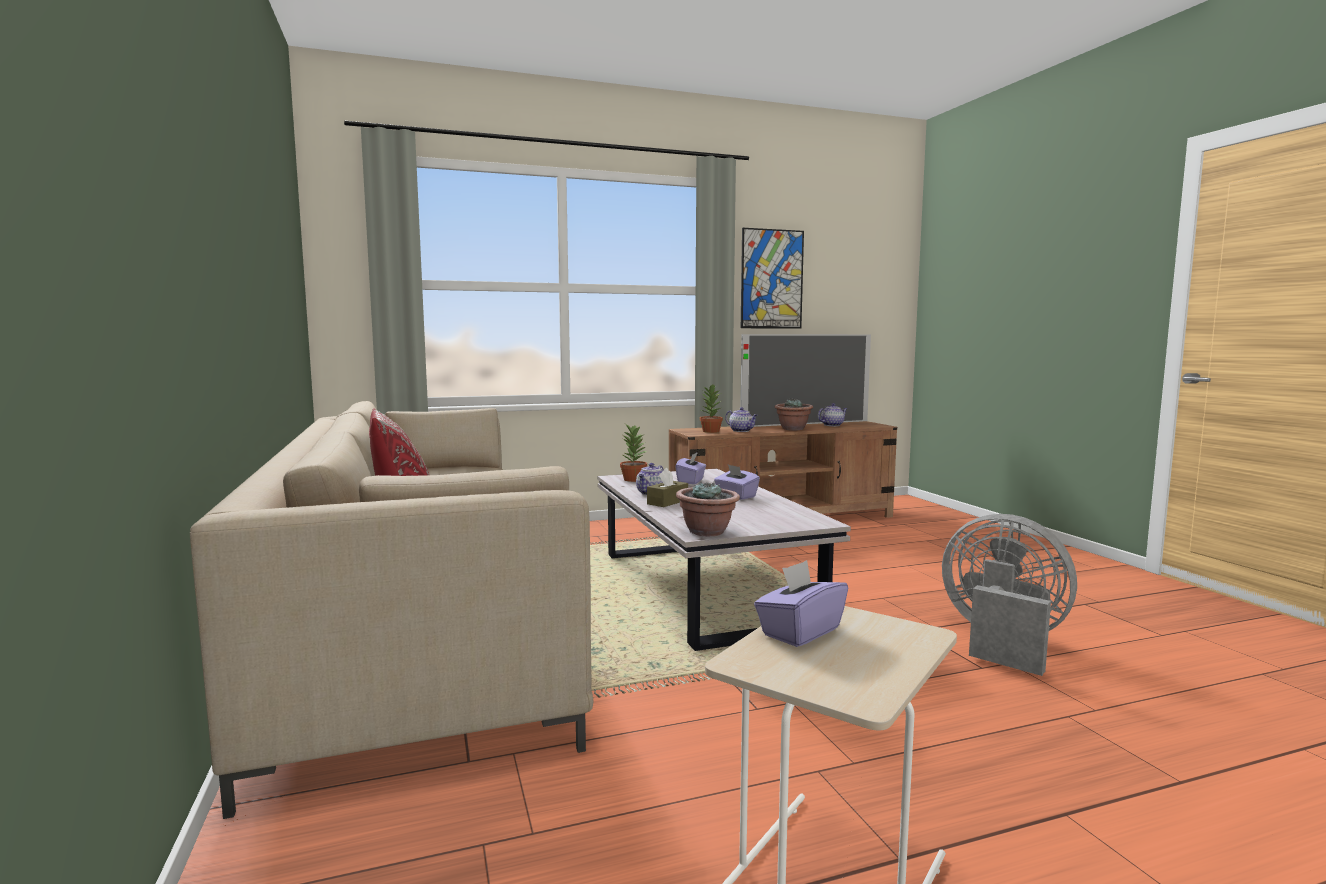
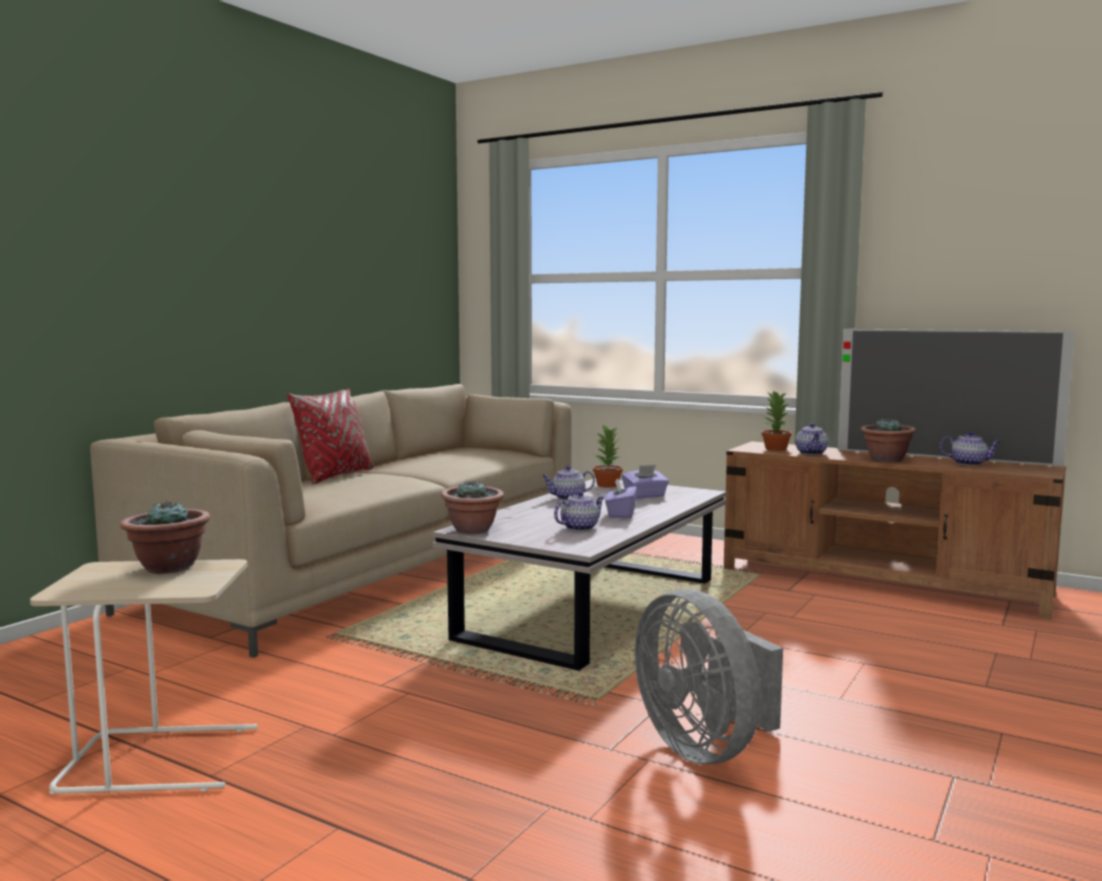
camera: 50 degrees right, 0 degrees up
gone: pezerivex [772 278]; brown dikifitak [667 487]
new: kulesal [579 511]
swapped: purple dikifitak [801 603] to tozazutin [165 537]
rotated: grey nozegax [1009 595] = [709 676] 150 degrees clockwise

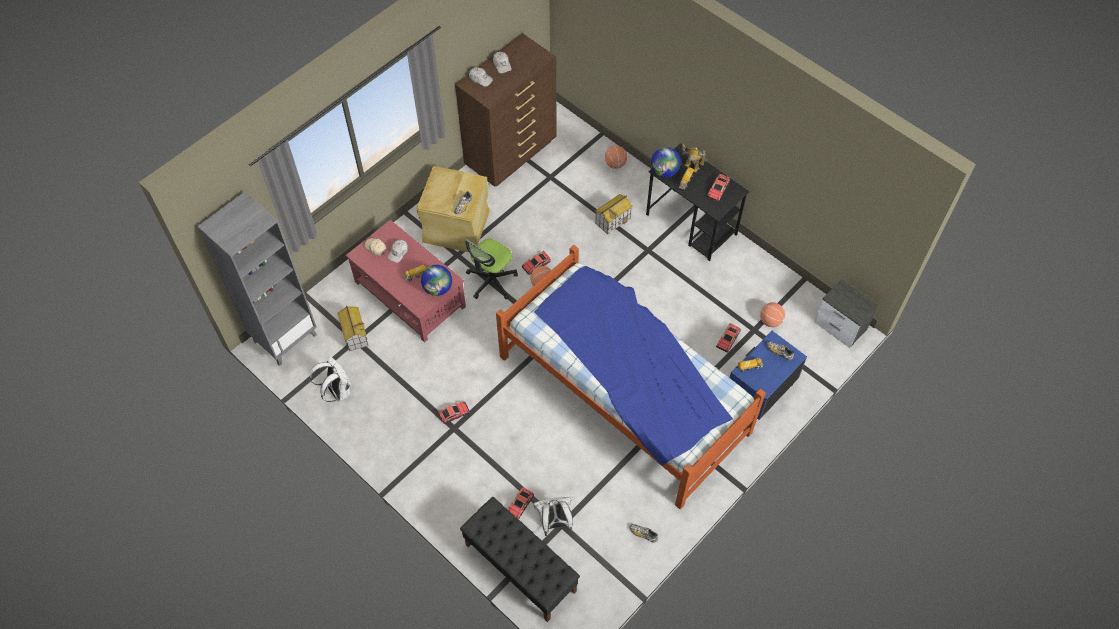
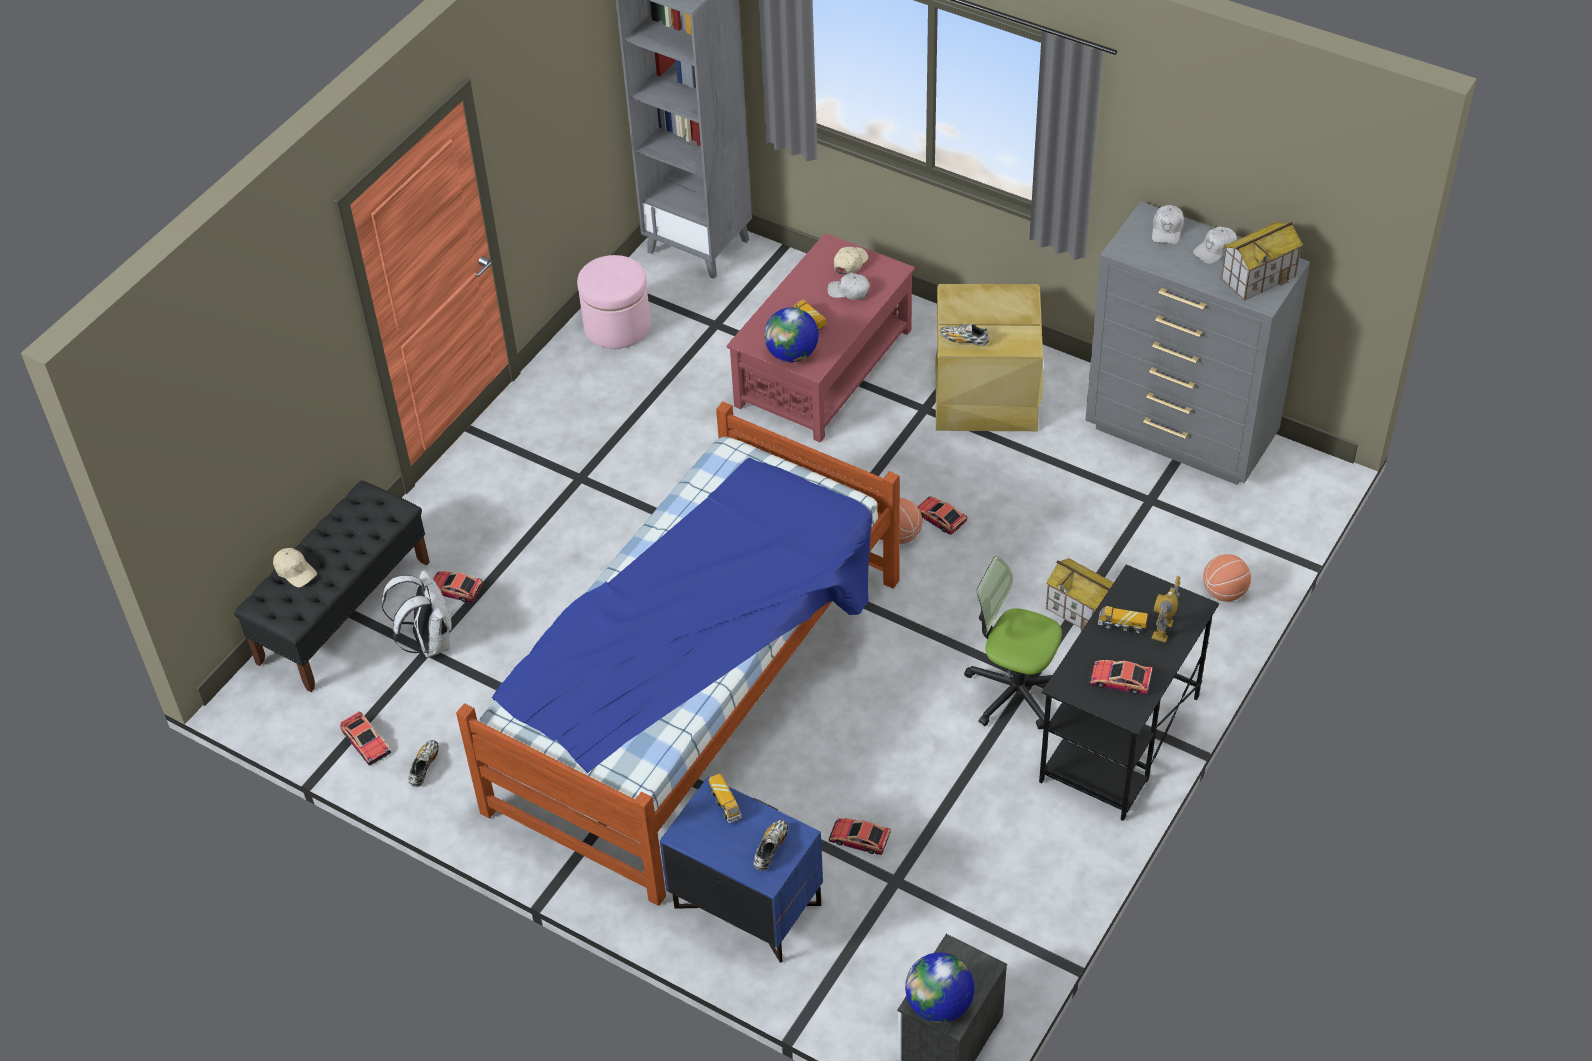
camera: 80 degrees right, 10 degrees down
gone: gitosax [772 314]
new: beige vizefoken [295 567]
shifted: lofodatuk [666 162] to [940 987]; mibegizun [491 269] to [1013 642]; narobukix [352 328] to [1262 261]; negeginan [454 413] to [365 738]
swapped: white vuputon [330 379] to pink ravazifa [614 302]
repainted: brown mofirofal [505 110] to grey mofirofal [1197 343]

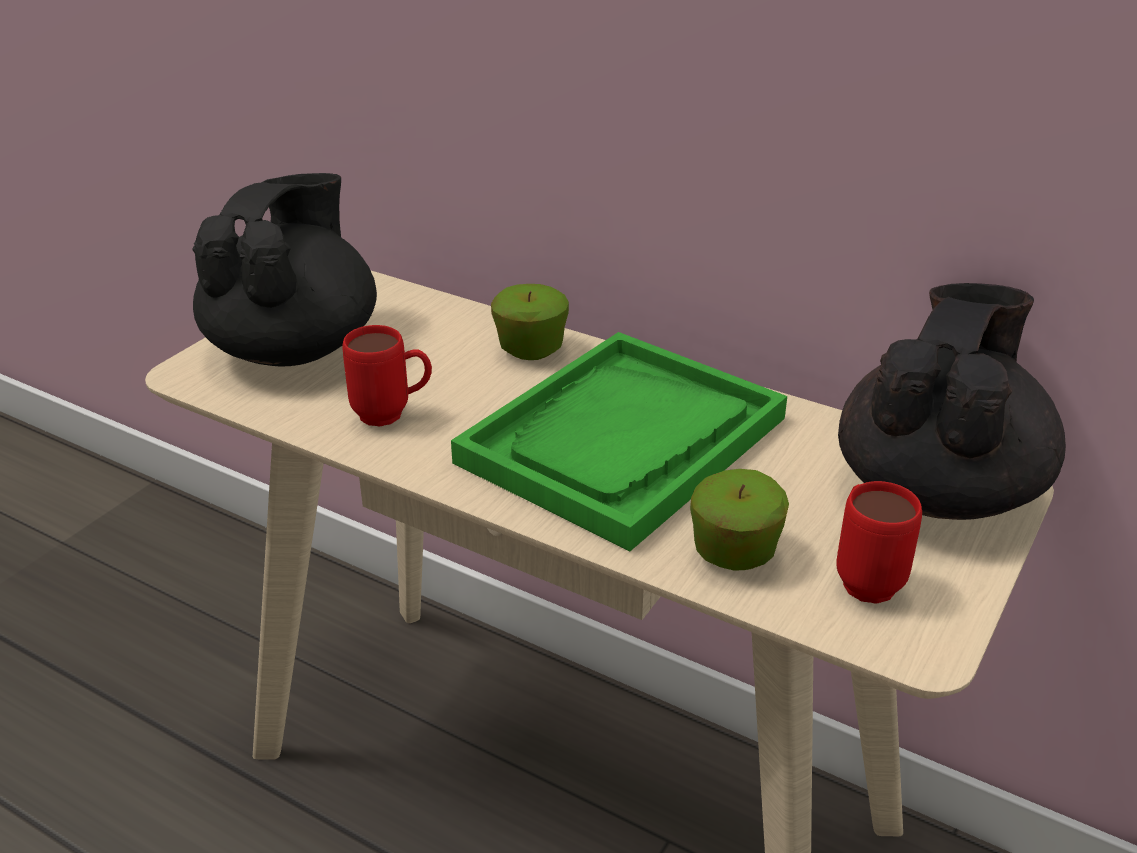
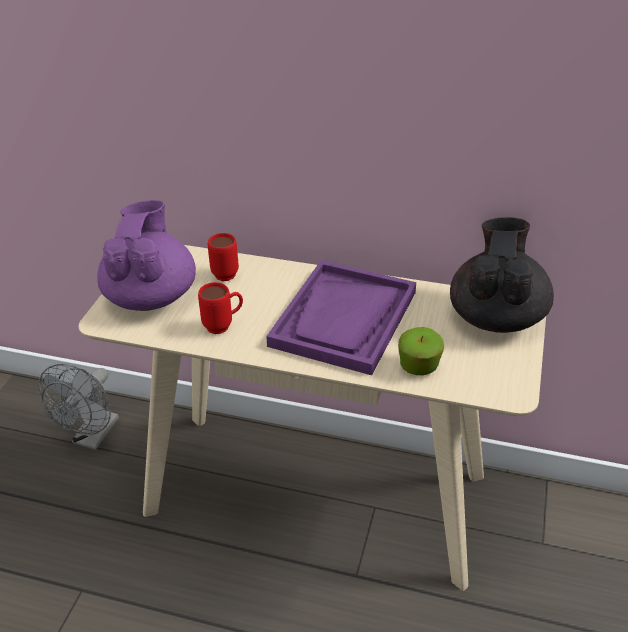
camera: 15 degrees left, 5 degrees up
gone: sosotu [530 322]
new: grey nozegax [78 407]
shifted: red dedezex [879 542] to [223 257]
repainted: black kulesal [284 270] to purple kulesal [146 255]; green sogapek [619 441] to purple sogapek [341 317]

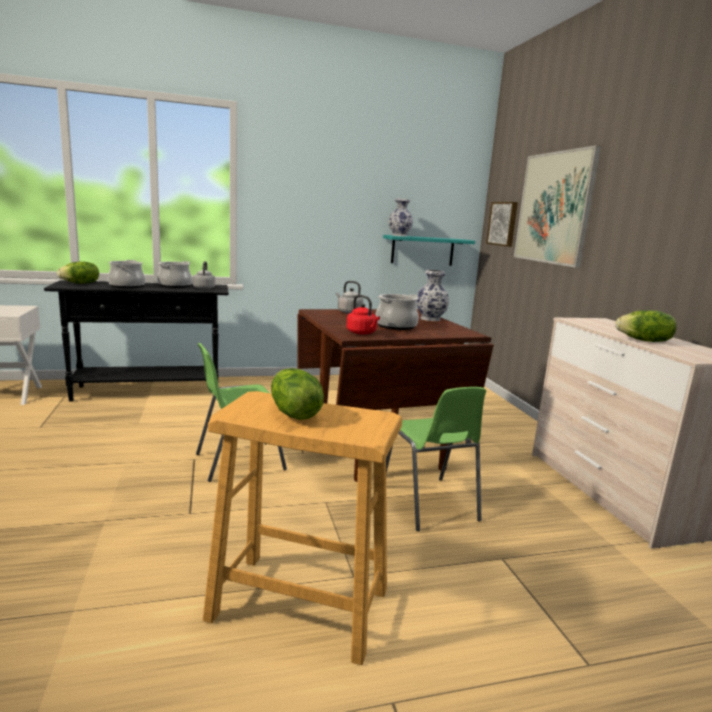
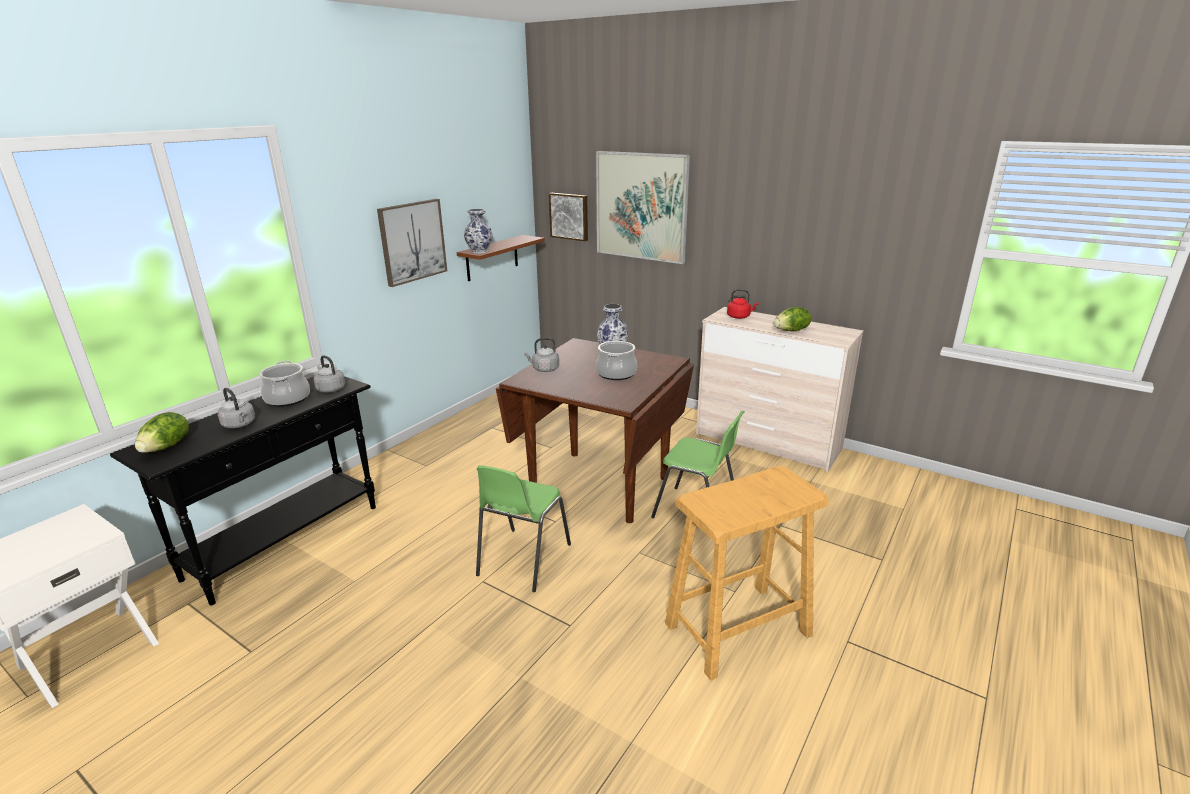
camera: 40 degrees left, 10 degrees up
gone: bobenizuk [297 394]
new: pezerivex [412 243]
shifted: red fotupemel [363 315] to [743 304]
swapped: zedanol [126 274] to grey fotupemel [236 408]
repainted: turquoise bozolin [429 250] to brown bozolin [501 258]

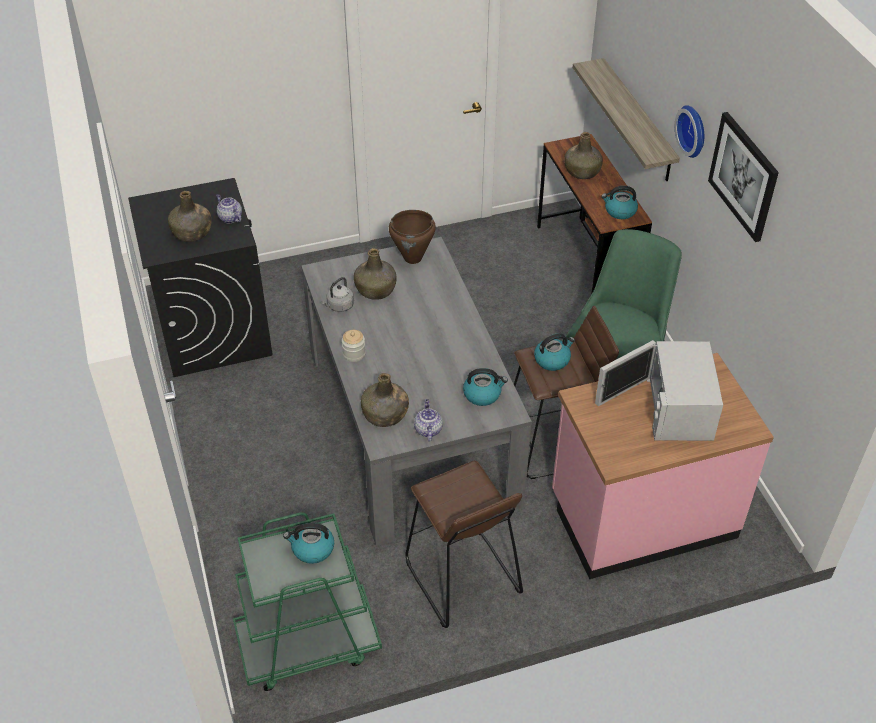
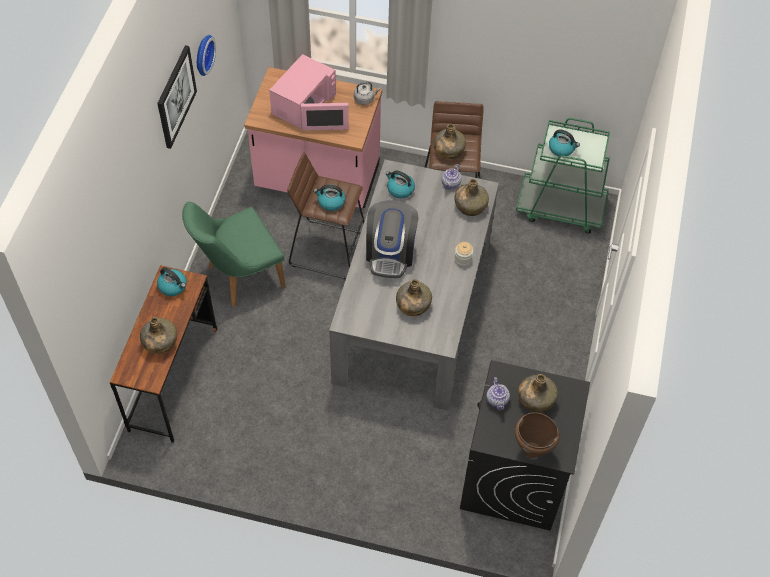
camera: 150 degrees left, 10 degrees up
gone: bozolin [626 119]
new: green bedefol [449 142]; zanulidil [392 239]
shifted: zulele [689 131] to [206 55]; brown zedanol [412 237] to [537 435]; grey fotupemel [338 294] to [367 93]
repainted: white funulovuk [659 390] to pink funulovuk [309 92]

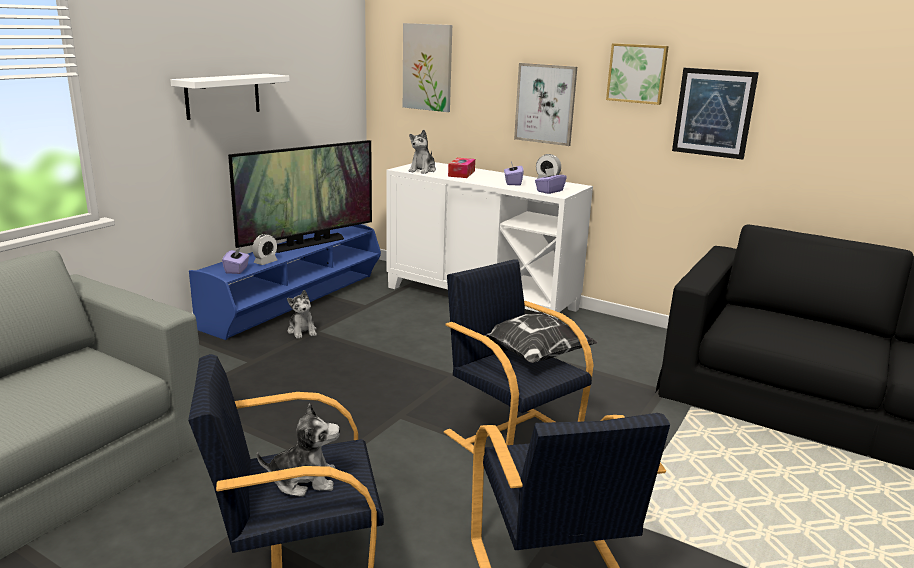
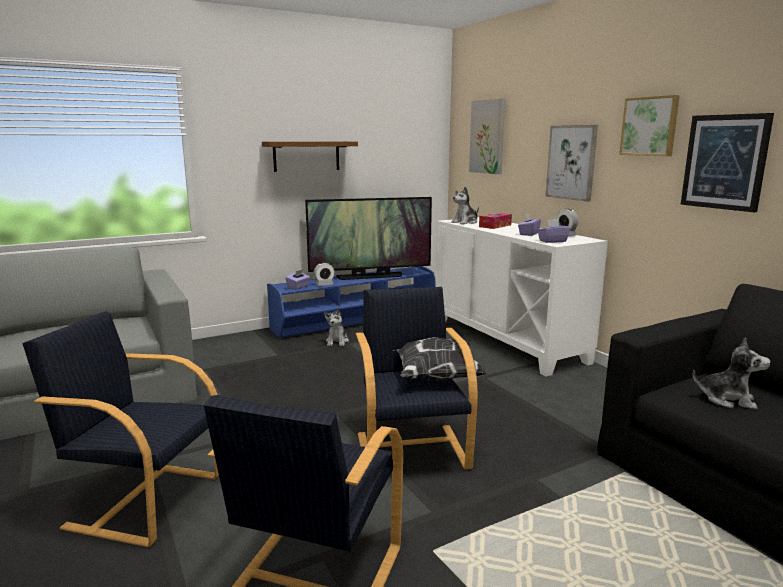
camera: 30 degrees right, 5 degrees down
shifted: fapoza [298 450] to [732 374]
repainted: white bozolin [230 97] to brown bozolin [310 156]

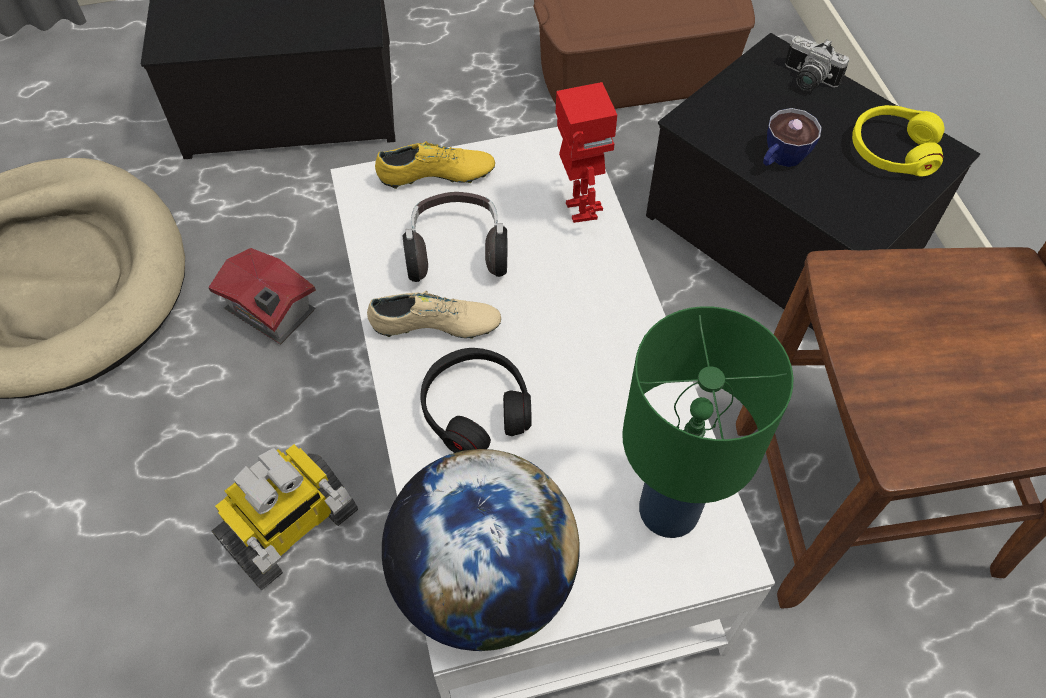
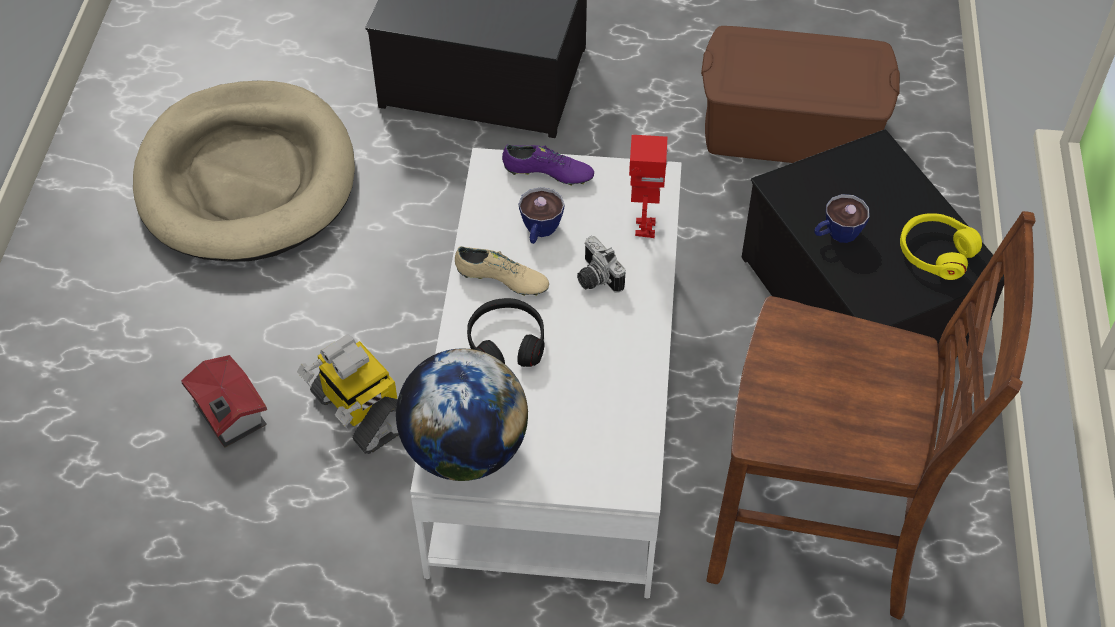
camera: 20 degrees right, 5 degrees down
gone: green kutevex [707 422]
shifted: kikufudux [817 63] to [601 264]; narobukix [262 296] to [224 401]
swapped: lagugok [455 237] to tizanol [542 215]
repainted: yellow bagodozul [435 165] to purple bagodozul [548 165]
rotated: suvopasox [285 517] = [348 394] 75 degrees clockwise

